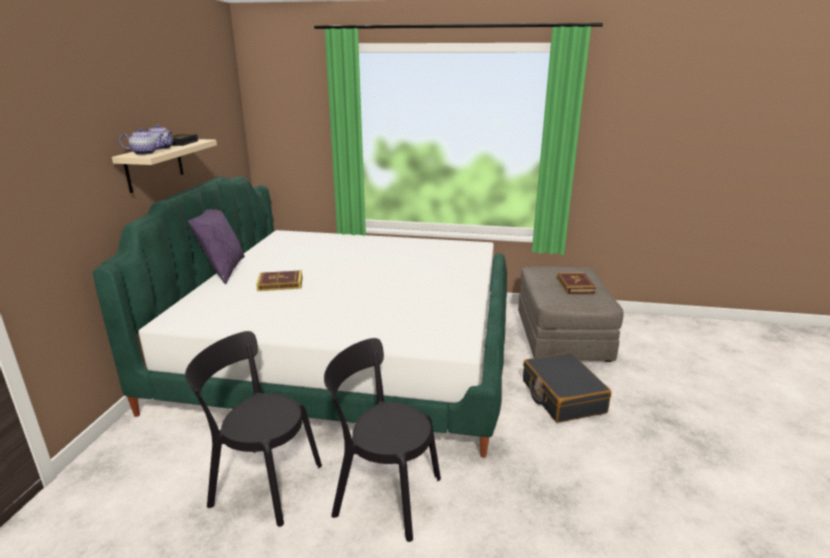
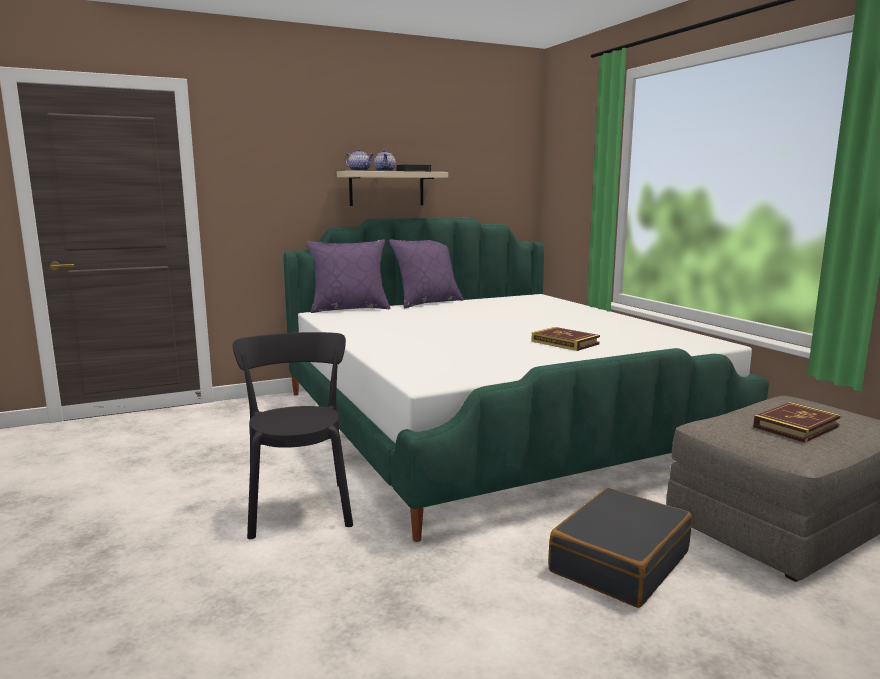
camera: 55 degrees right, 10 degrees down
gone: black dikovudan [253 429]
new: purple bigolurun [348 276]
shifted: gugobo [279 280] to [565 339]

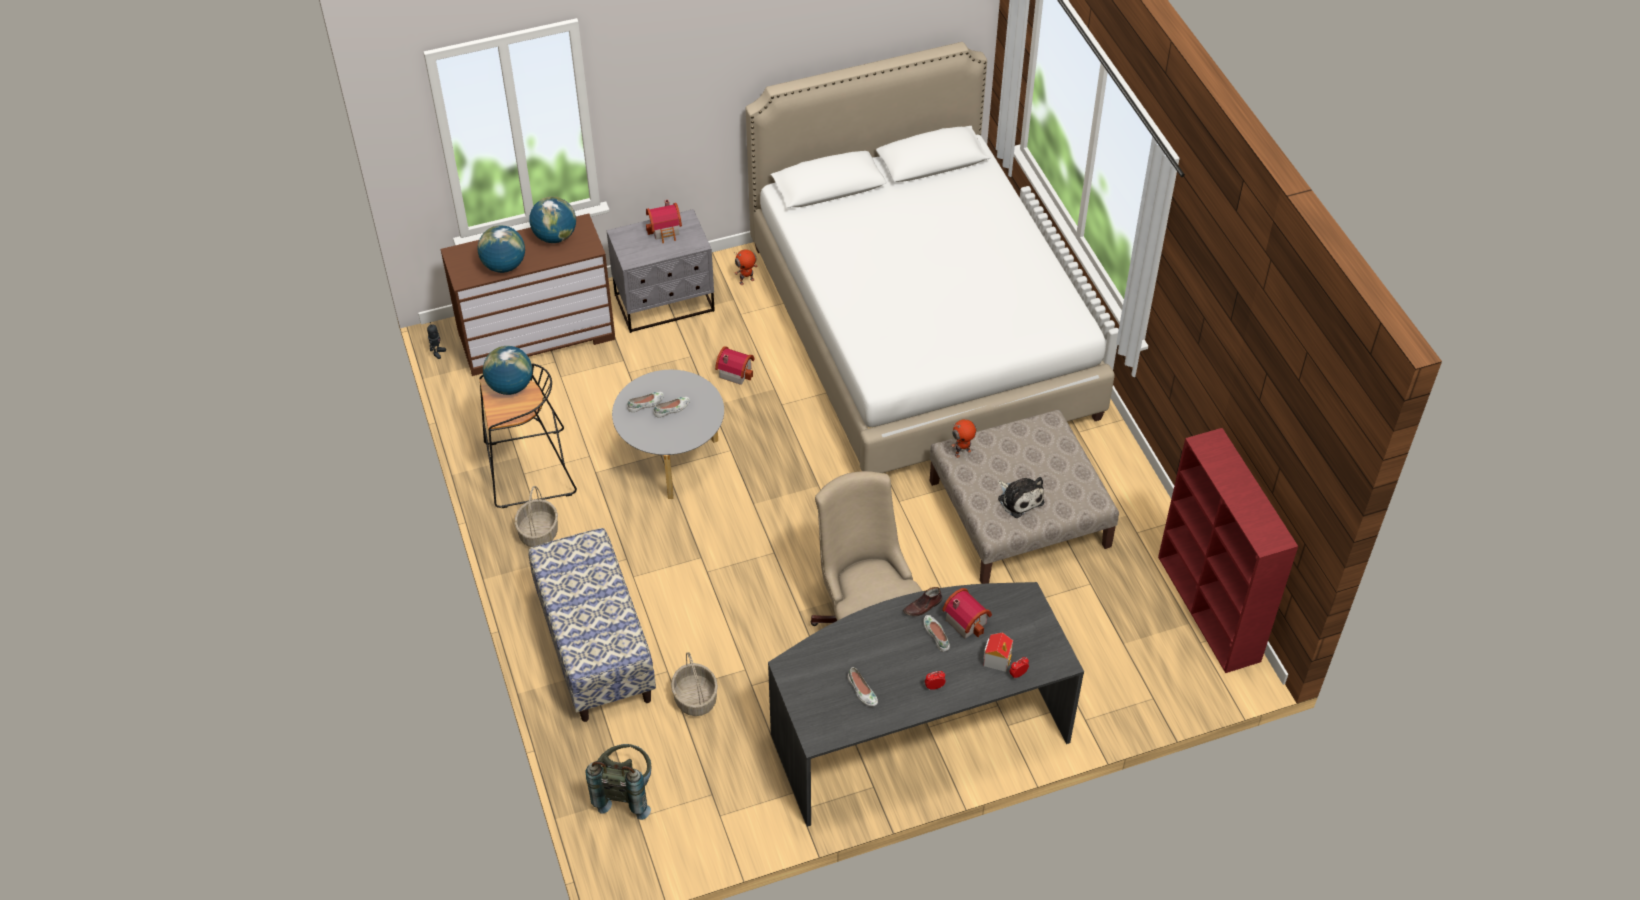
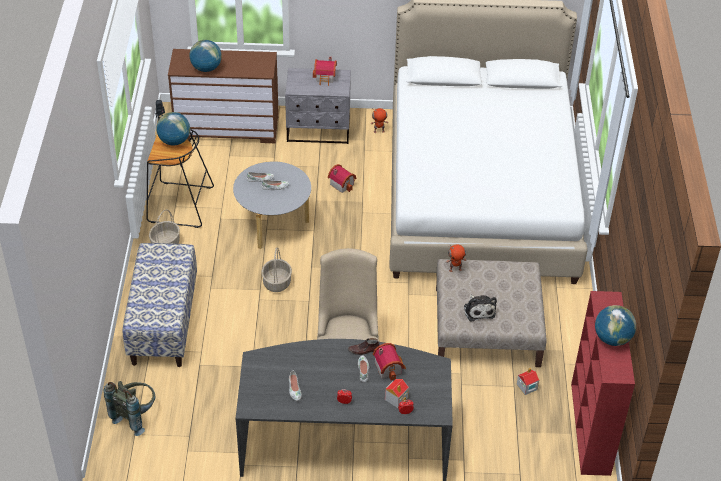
camera: 20 degrees right, 5 degrees down
new: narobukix [528 381]
shifted: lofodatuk [552 219] to [615 325]; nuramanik [694 684] to [277 269]

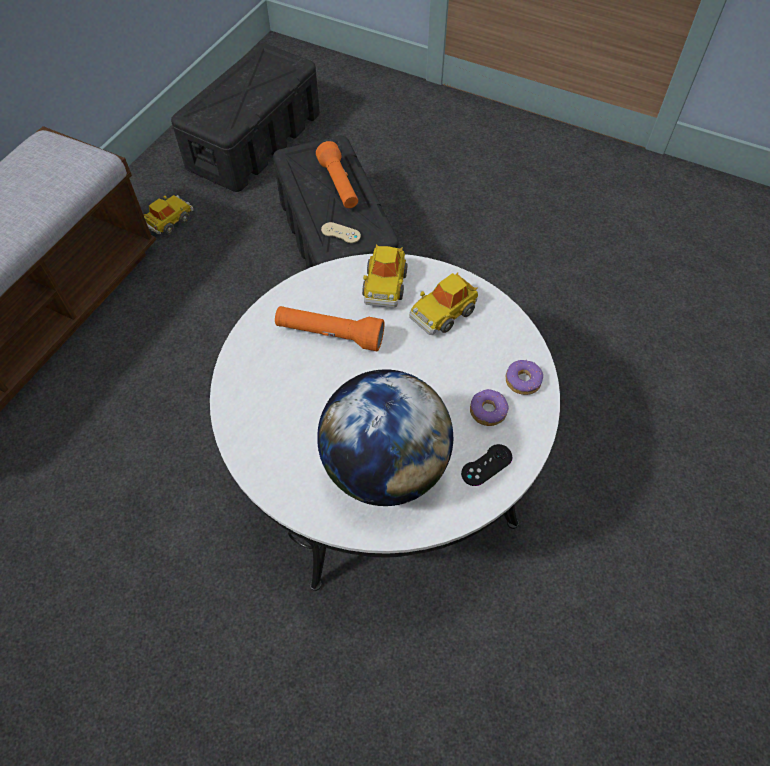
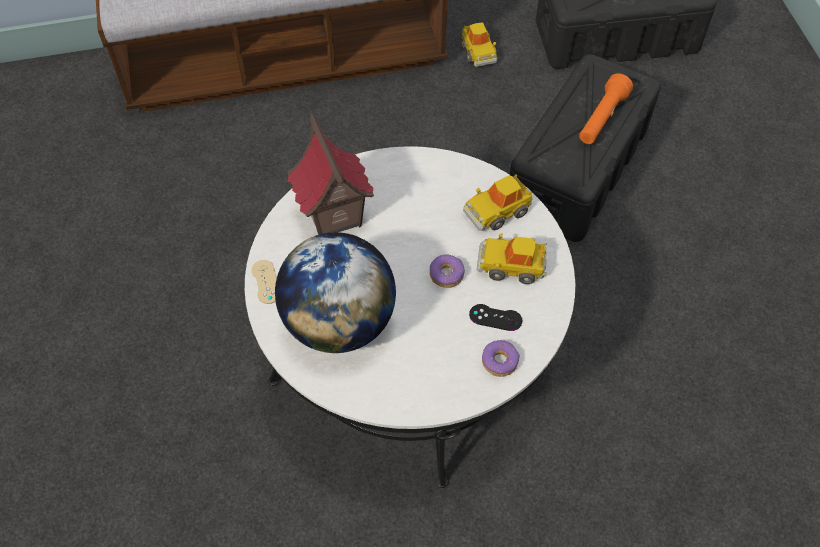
camera: 50 degrees right, 0 degrees up
gone: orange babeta [330 328]
new: narobukix [330 174]
shifted: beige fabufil [341 232] to [264 282]; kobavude [489 407] to [447 271]; black fabufil [486 465] to [495 317]
rotated: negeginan [168 214] = [479 44] 75 degrees clockwise

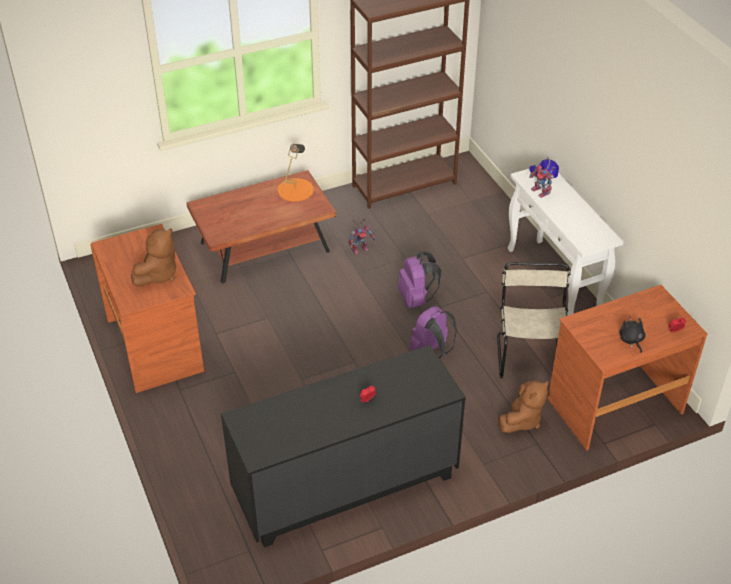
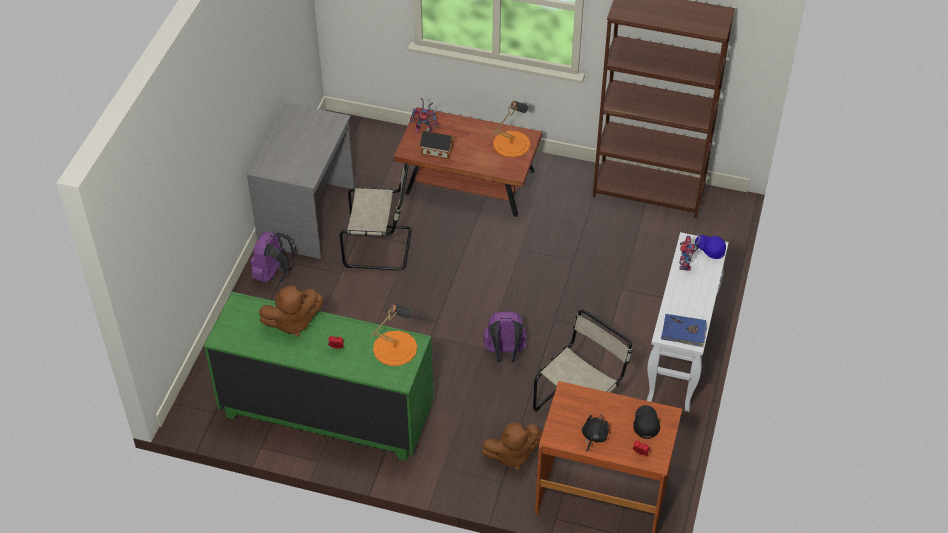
camera: 40 degrees right, 5 degrees up
new: narobukix [437 143]; beige dikovudan [376 217]; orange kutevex [394 335]; blue gugobo [684 330]; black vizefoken [646 422]
shifted: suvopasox [362 237] to [424 115]; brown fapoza [153 257] to [291 311]; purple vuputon [419 279] to [272 257]
repainted: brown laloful [147 308] to grey laloful [300 181]; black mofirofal [343 446] to green mofirofal [319 376]

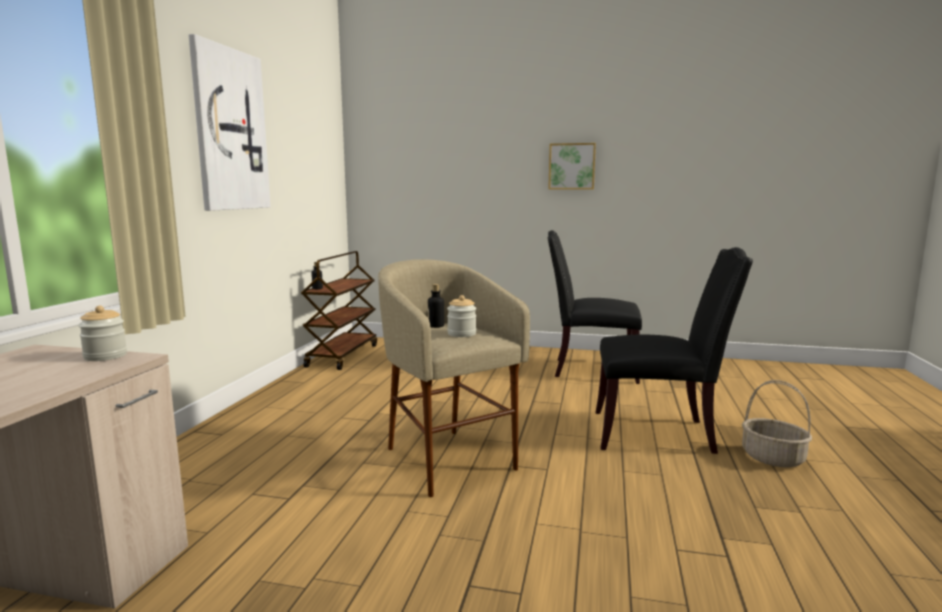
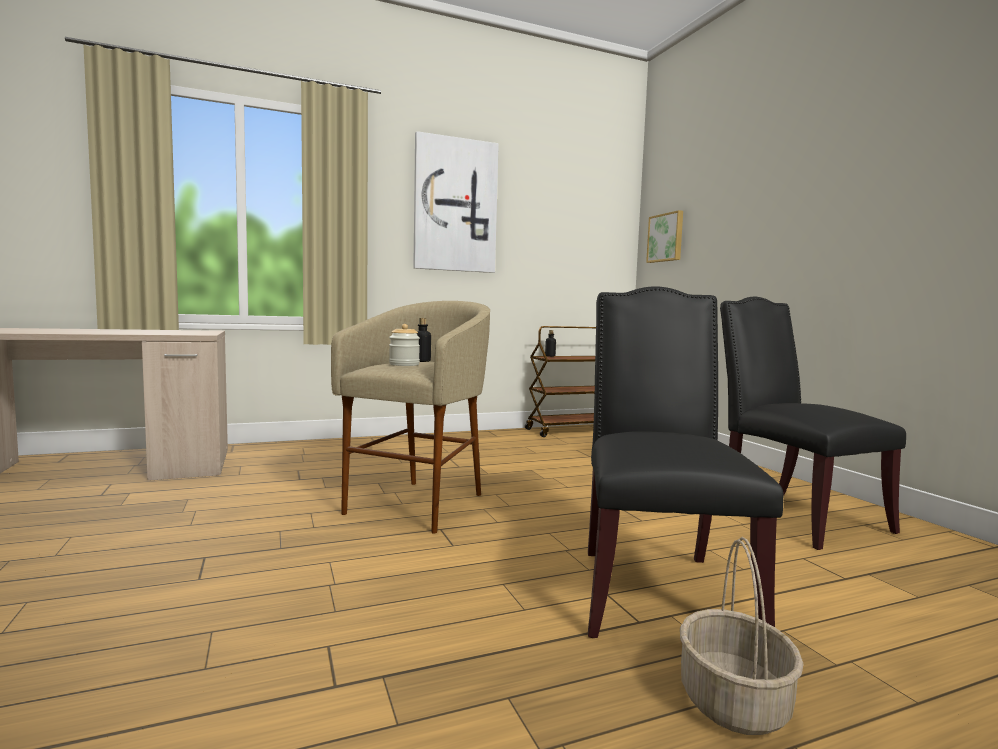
camera: 55 degrees right, 5 degrees down
gone: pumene [102 333]
shifted: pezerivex [572 166] to [664 236]
rotated: black dikovudan [674 350] = [686 462] 150 degrees counterclockwise

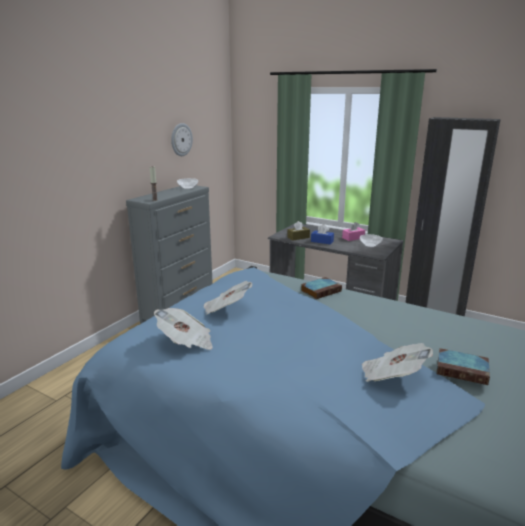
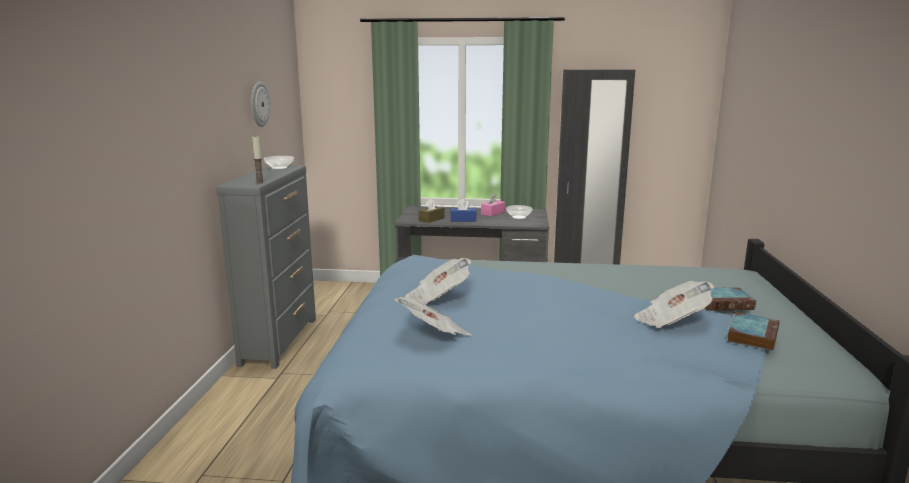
camera: 25 degrees left, 5 degrees down
shifted: gugobo [321 288] to [754 331]

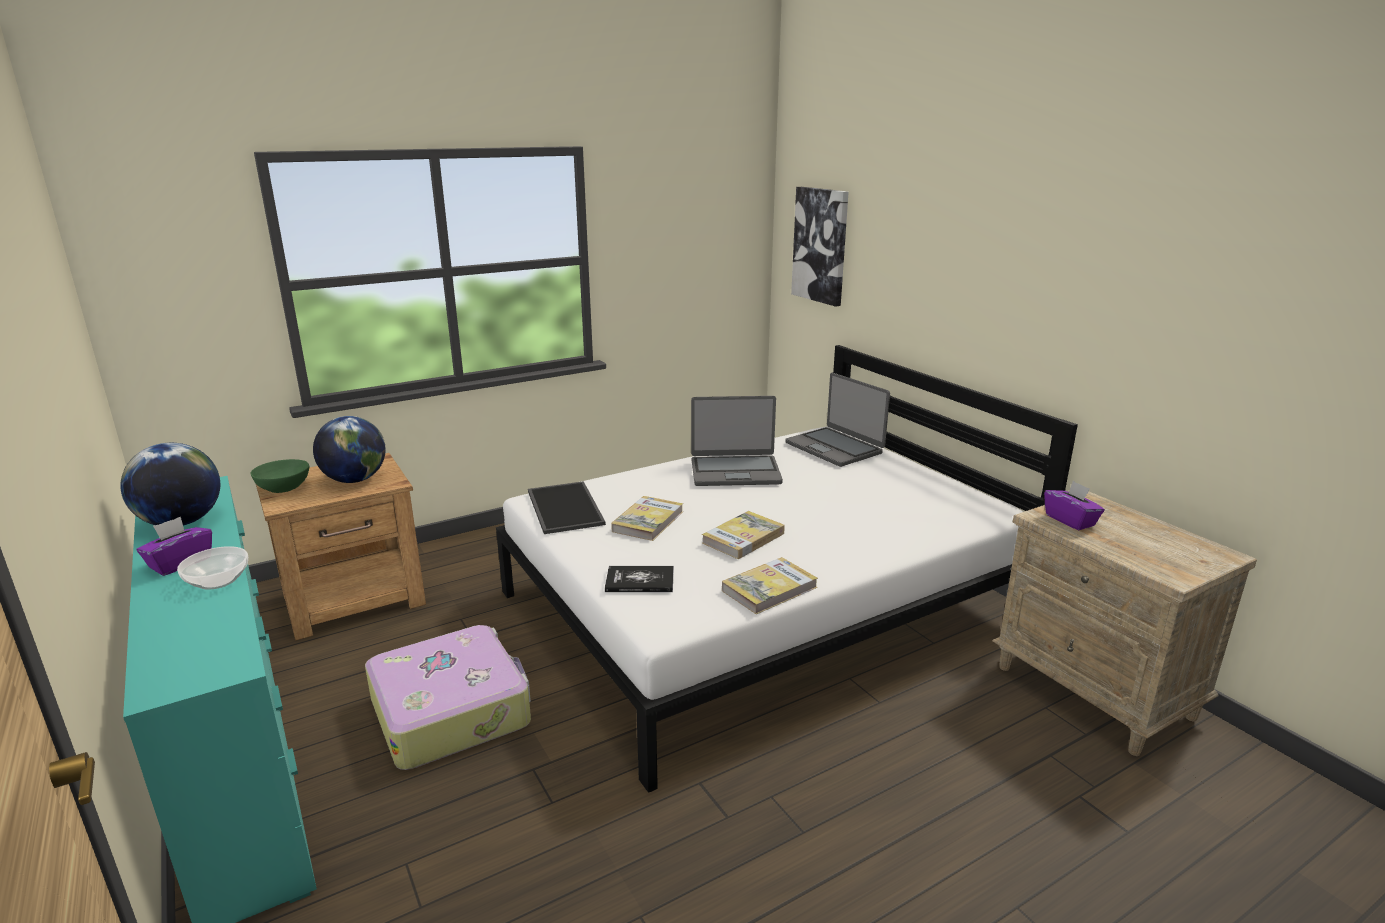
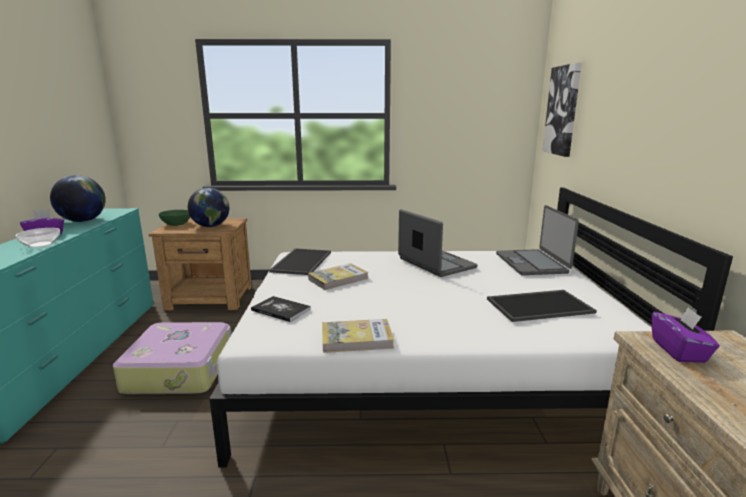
camera: 30 degrees right, 5 degrees down
gone: gugobo [743 535]
new: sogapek [542 306]
rotated: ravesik [737 441] = [438 243] 150 degrees counterclockwise

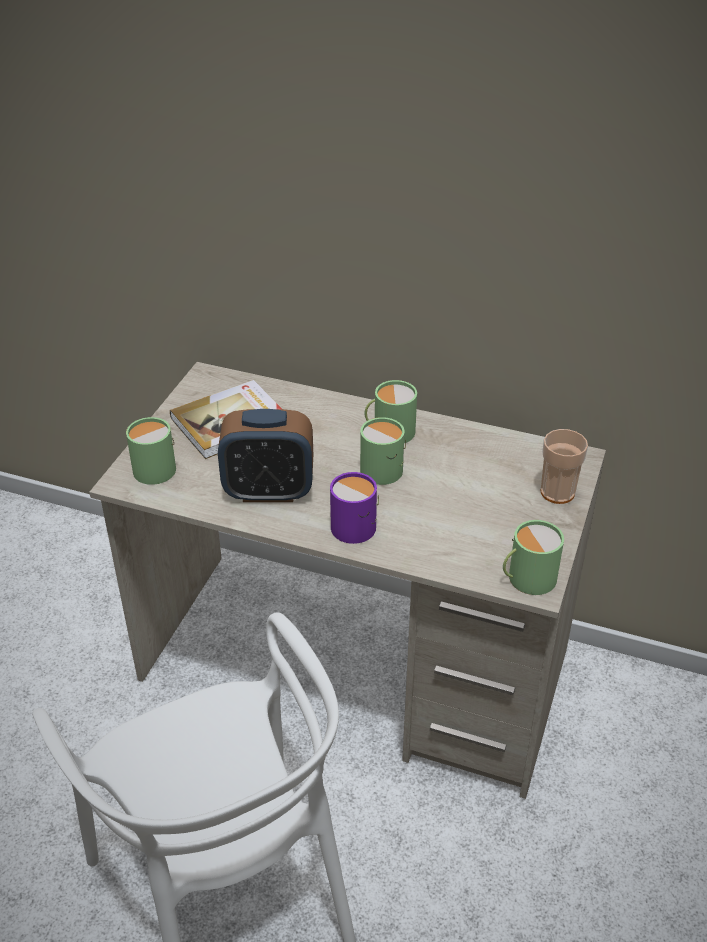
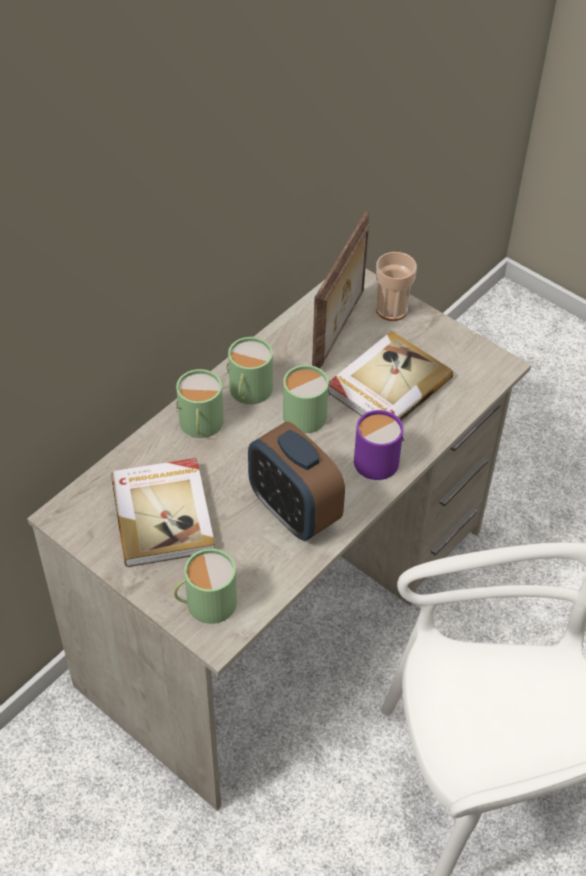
camera: 70 degrees left, 10 degrees up
new: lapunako [340 289]; gugobo [390 376]
shifted: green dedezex [533 557] to [200 403]
rotated: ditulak [265 455] = [296 481] 120 degrees clockwise

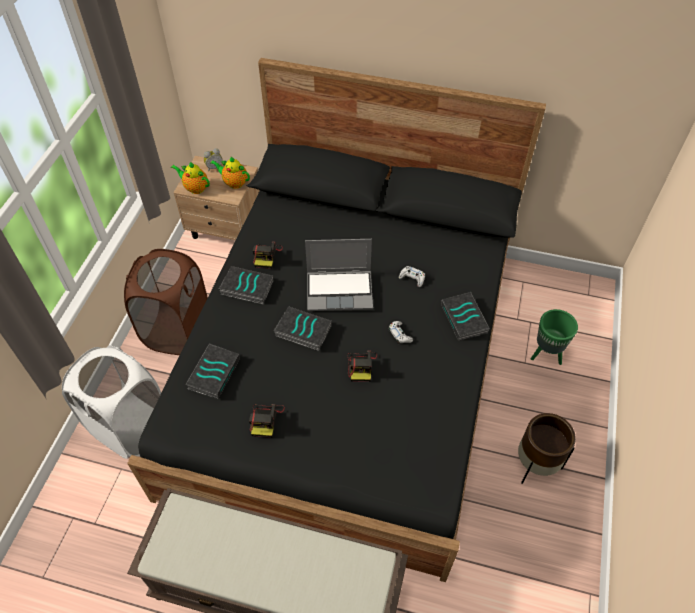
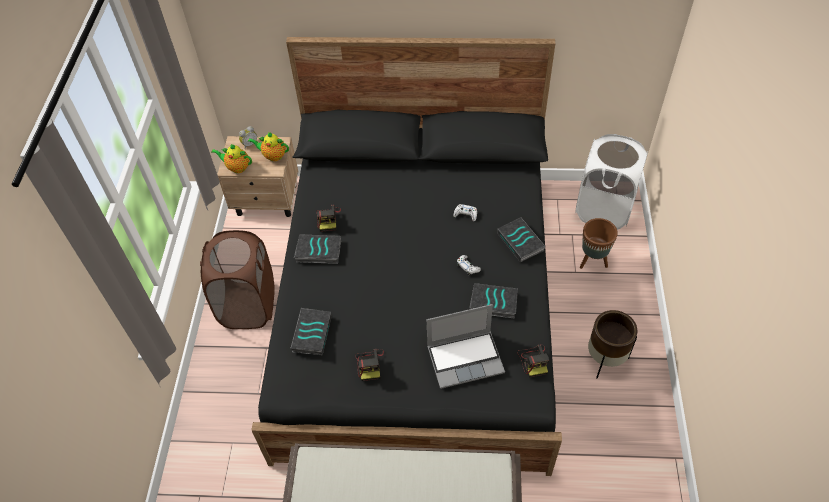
camera: 10 degrees left, 0 degrees up
shifted: ravesik [339 275] to [466 346]; gugobo [302 328] to [493 301]; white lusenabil [111 402] to [611 182]; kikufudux [362 366] to [533 361]
repainted: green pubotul [554 337] to brown pubotul [599 243]

